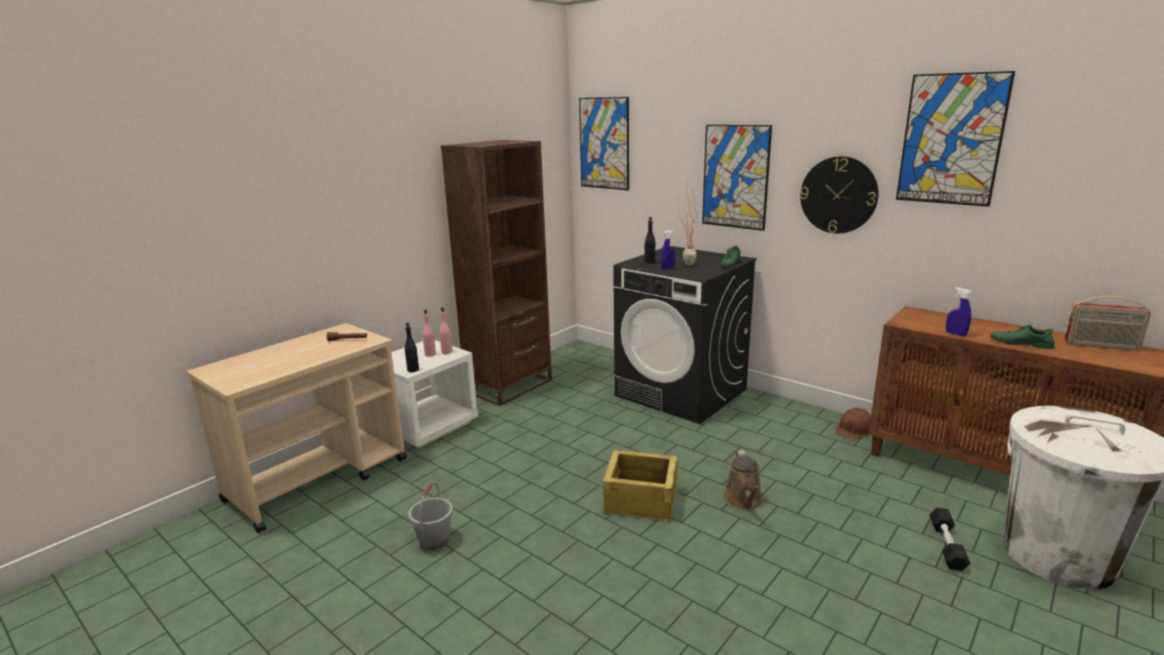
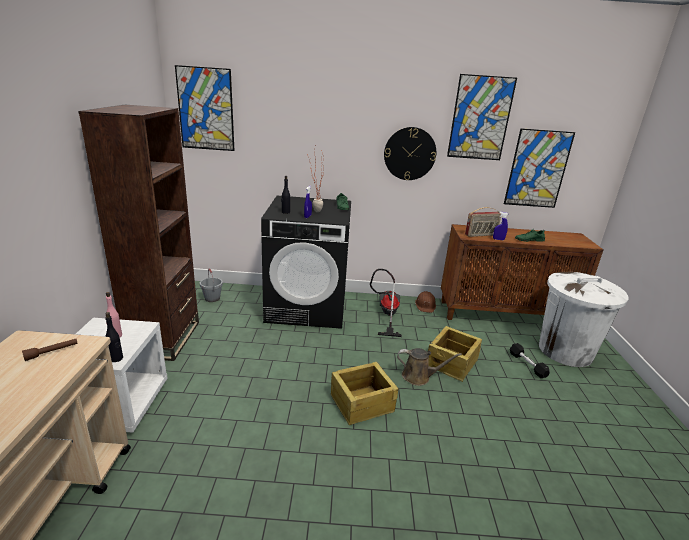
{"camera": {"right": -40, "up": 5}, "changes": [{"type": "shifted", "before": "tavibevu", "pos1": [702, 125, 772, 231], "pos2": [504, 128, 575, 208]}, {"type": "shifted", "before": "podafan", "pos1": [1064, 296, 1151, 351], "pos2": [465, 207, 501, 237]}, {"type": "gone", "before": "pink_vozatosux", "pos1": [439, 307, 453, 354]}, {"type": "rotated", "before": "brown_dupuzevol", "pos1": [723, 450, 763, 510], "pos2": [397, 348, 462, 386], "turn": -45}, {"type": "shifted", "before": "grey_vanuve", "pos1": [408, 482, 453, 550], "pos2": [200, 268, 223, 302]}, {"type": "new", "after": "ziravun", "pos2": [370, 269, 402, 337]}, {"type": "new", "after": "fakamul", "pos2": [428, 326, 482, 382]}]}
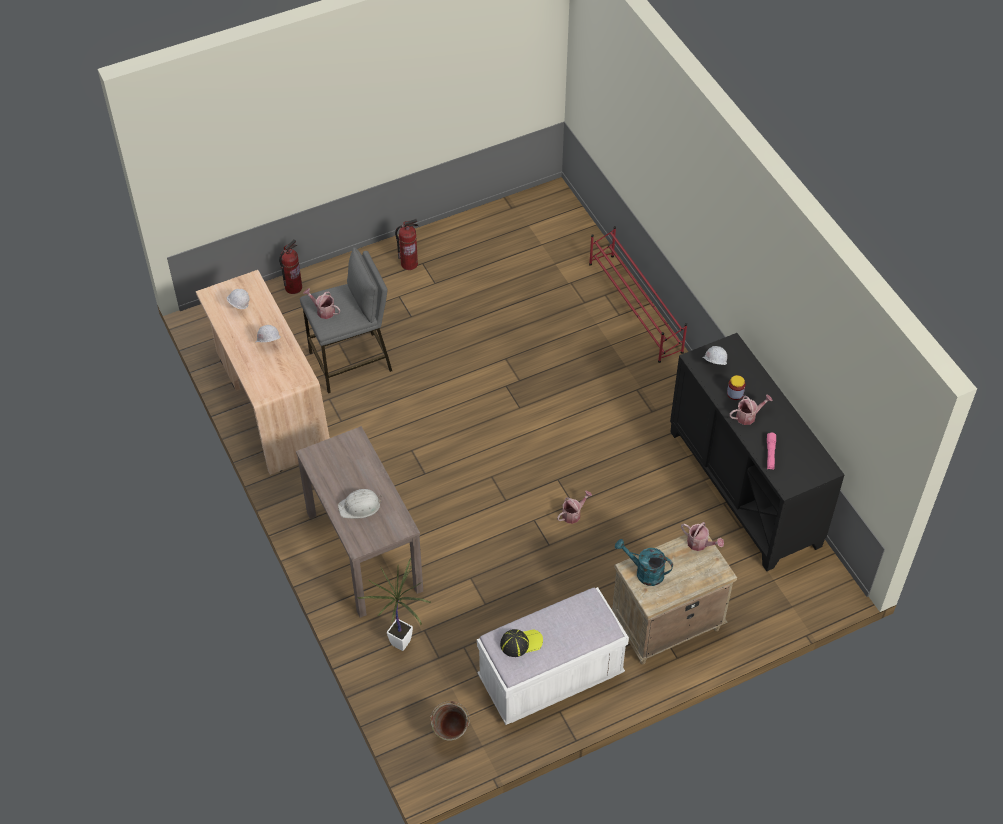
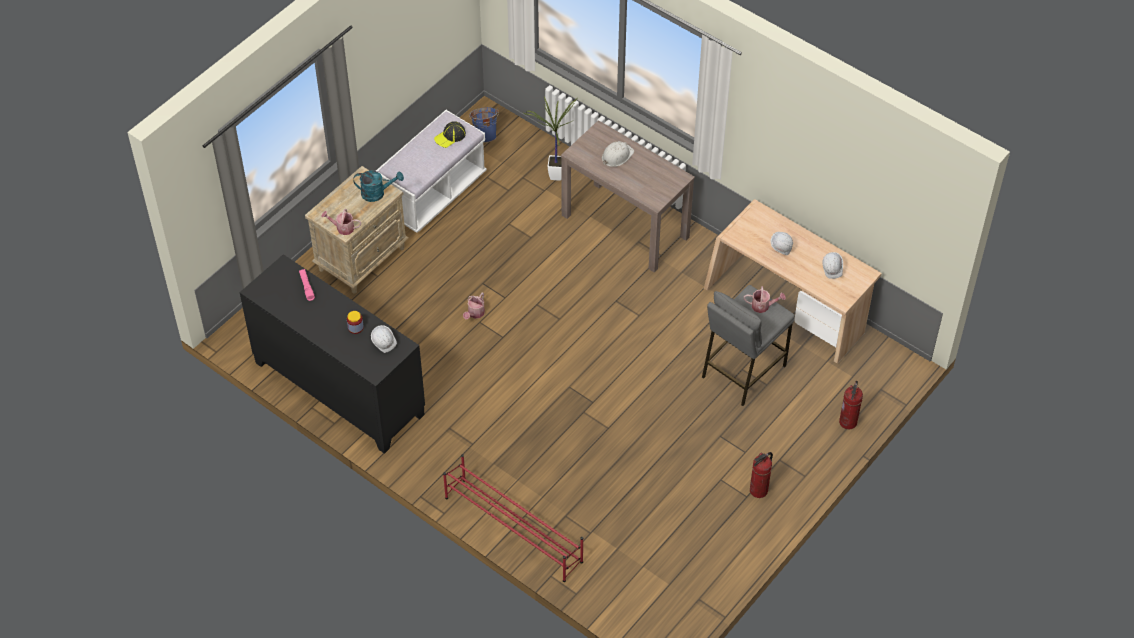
{"camera": {"right": 155, "up": 0}, "changes": [{"type": "gone", "before": "dupuzevol", "pos1": [729, 394, 773, 425]}, {"type": "repainted", "before": "green_vanuve", "after": "blue_vanuve", "pos1": [430, 701, 470, 741], "pos2": [469, 107, 499, 143]}]}
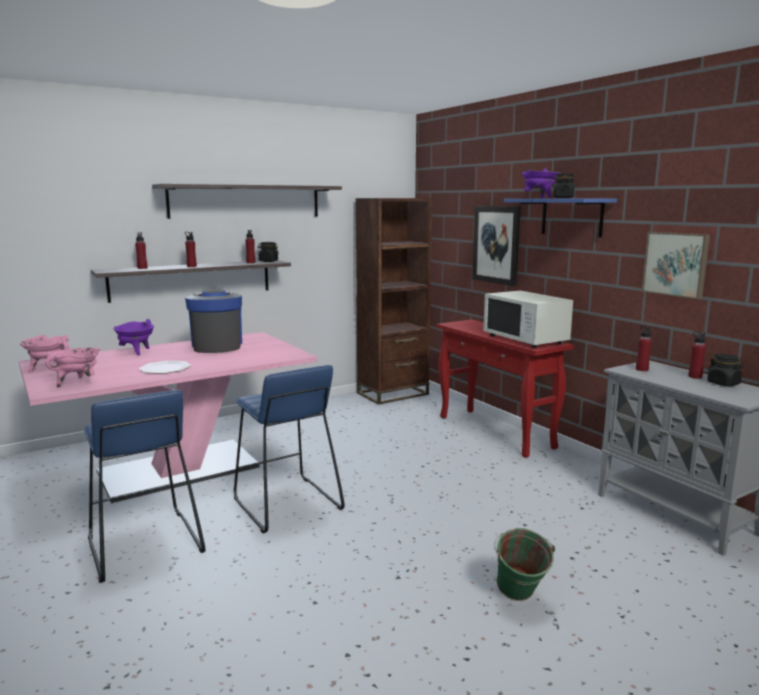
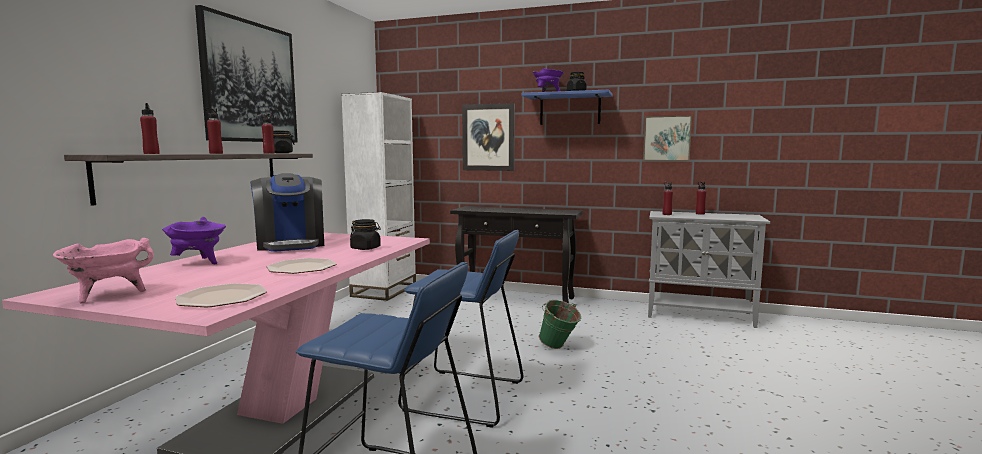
{"camera": {"right": -40, "up": -5}, "changes": [{"type": "swapped", "before": "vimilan", "after": "tavibevu", "pos1": [152, 184, 342, 219], "pos2": [195, 5, 298, 143]}, {"type": "repainted", "before": "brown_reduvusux", "after": "white_reduvusux", "pos1": [356, 198, 432, 405], "pos2": [341, 92, 416, 301]}, {"type": "rotated", "before": "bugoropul", "pos1": [185, 288, 242, 353], "pos2": [250, 173, 324, 252], "turn": -150}, {"type": "gone", "before": "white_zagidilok", "pos1": [483, 291, 573, 348]}, {"type": "repainted", "before": "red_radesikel", "after": "black_radesikel", "pos1": [437, 319, 573, 458], "pos2": [450, 206, 583, 303]}, {"type": "swapped", "before": "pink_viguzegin", "after": "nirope", "pos1": [45, 348, 100, 388], "pos2": [175, 283, 267, 307]}, {"type": "shifted", "before": "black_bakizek", "pos1": [707, 354, 744, 386], "pos2": [350, 219, 381, 250]}, {"type": "shifted", "before": "green_vanuve", "pos1": [494, 528, 555, 601], "pos2": [539, 300, 581, 349]}]}
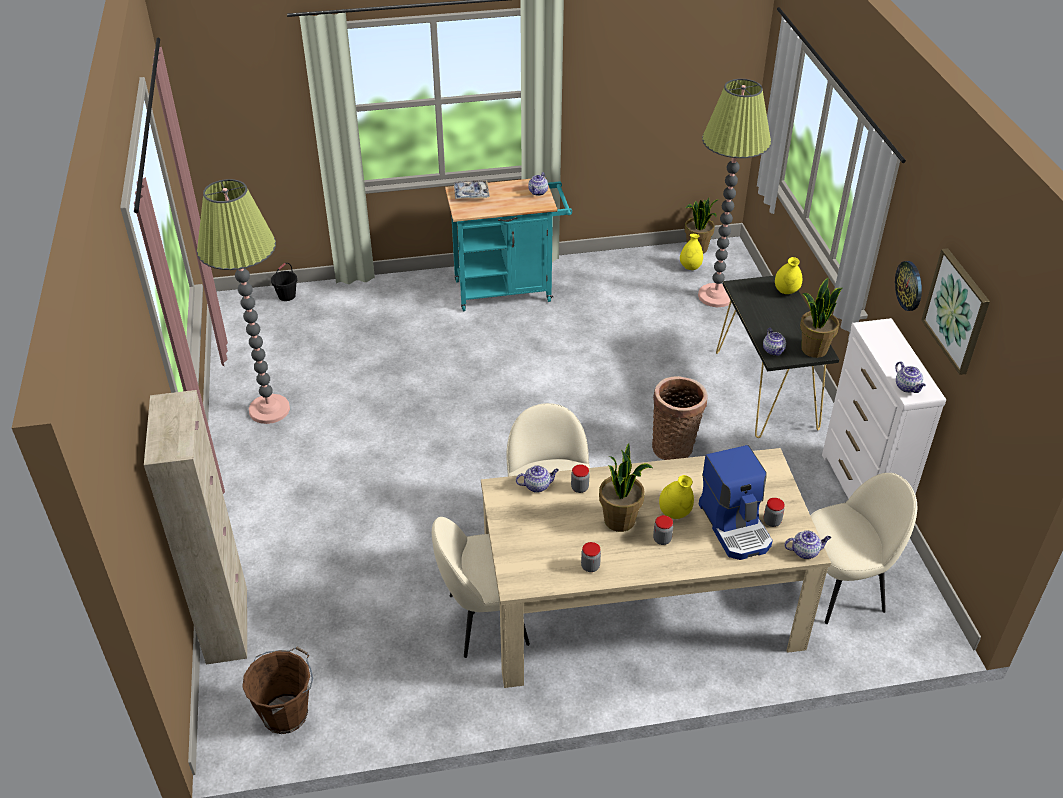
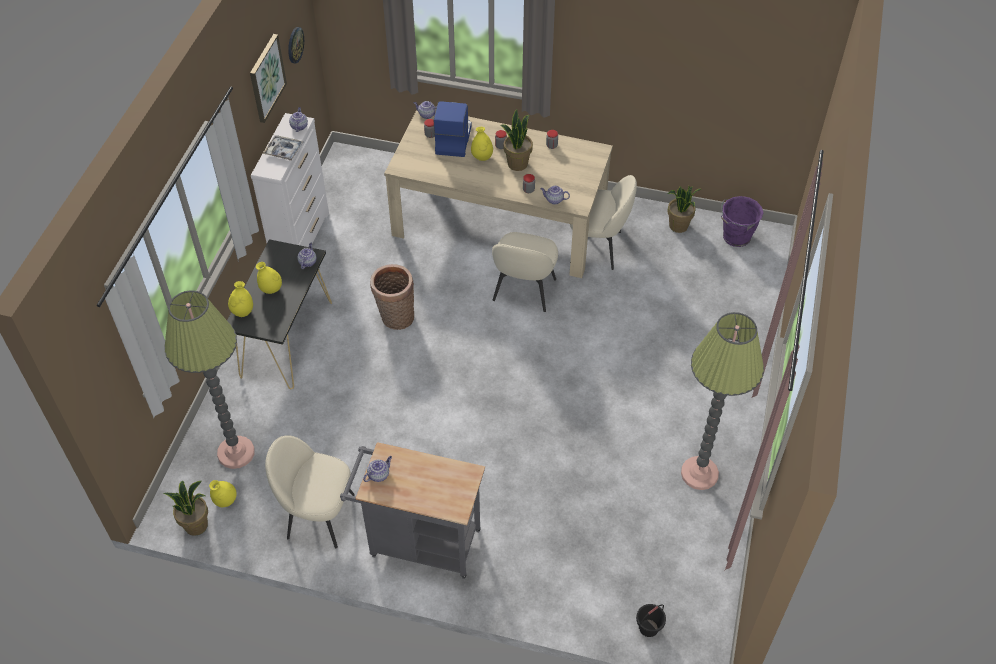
{"camera": {"right": -155, "up": 10}, "changes": [{"type": "repainted", "before": "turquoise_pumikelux", "after": "grey_pumikelux", "pos1": [445, 177, 572, 311], "pos2": [340, 442, 485, 579]}, {"type": "shifted", "before": "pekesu", "pos1": [453, 180, 490, 199], "pos2": [263, 135, 304, 161]}, {"type": "shifted", "before": "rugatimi", "pos1": [895, 261, 922, 311], "pos2": [288, 27, 304, 64]}, {"type": "shifted", "before": "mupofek", "pos1": [800, 277, 842, 358], "pos2": [667, 186, 701, 233]}, {"type": "gone", "before": "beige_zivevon", "pos1": [144, 390, 247, 665]}, {"type": "shifted", "before": "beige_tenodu", "pos1": [810, 473, 917, 624], "pos2": [265, 435, 355, 548]}, {"type": "repainted", "before": "brown_vanuve", "after": "purple_vanuve", "pos1": [242, 647, 313, 734], "pos2": [721, 196, 763, 247]}, {"type": "new", "after": "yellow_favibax", "pos2": [256, 262, 282, 294]}]}
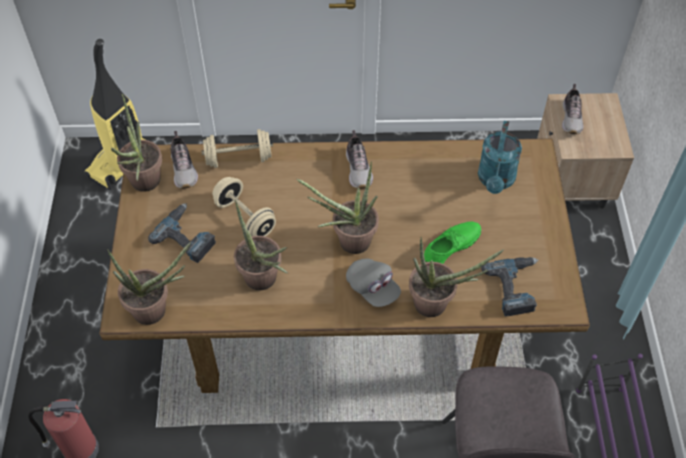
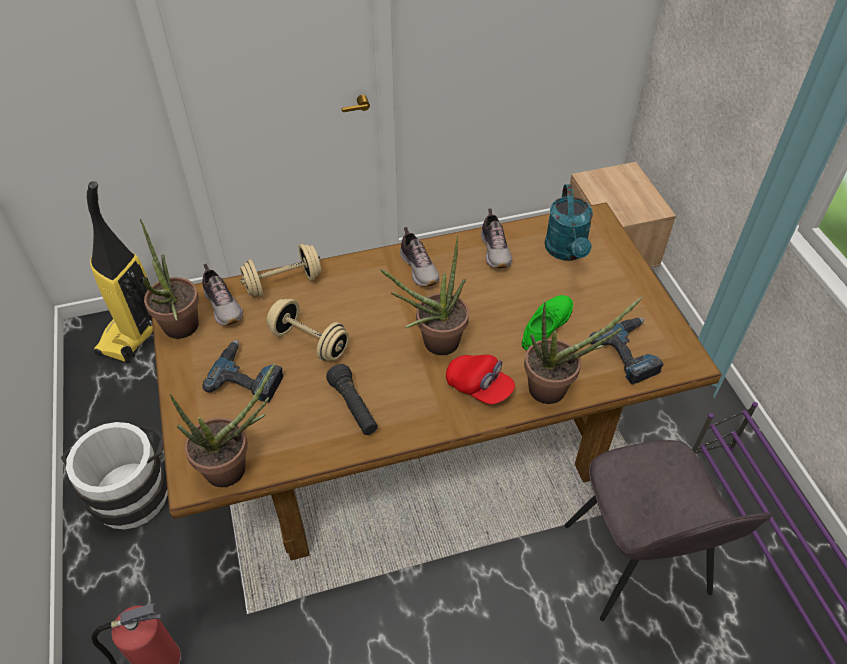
{"camera": {"right": -15, "up": -5}, "changes": [{"type": "shifted", "before": "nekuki", "pos1": [562, 84, 584, 134], "pos2": [481, 208, 512, 268]}, {"type": "swapped", "before": "mupofek", "after": "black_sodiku", "pos1": [234, 200, 288, 291], "pos2": [326, 364, 378, 435]}, {"type": "repainted", "before": "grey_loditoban", "after": "red_loditoban", "pos1": [346, 259, 401, 307], "pos2": [446, 355, 515, 404]}, {"type": "new", "after": "white_vanuve", "pos2": [61, 422, 168, 530]}]}
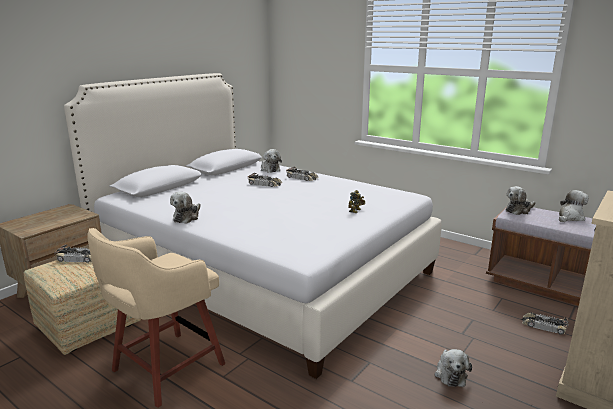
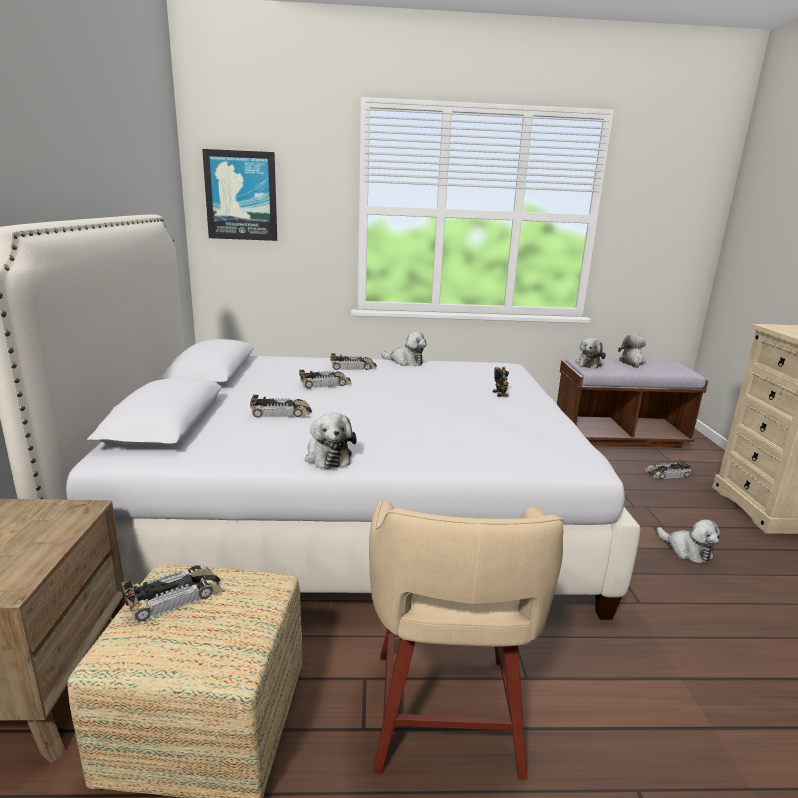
{"camera": {"right": -40, "up": 0}, "changes": [{"type": "shifted", "before": "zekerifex", "pos1": [261, 149, 282, 172], "pos2": [381, 331, 427, 366]}, {"type": "new", "after": "tavibevu", "pos2": [202, 149, 277, 241]}, {"type": "new", "after": "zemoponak", "pos2": [250, 395, 312, 418]}]}
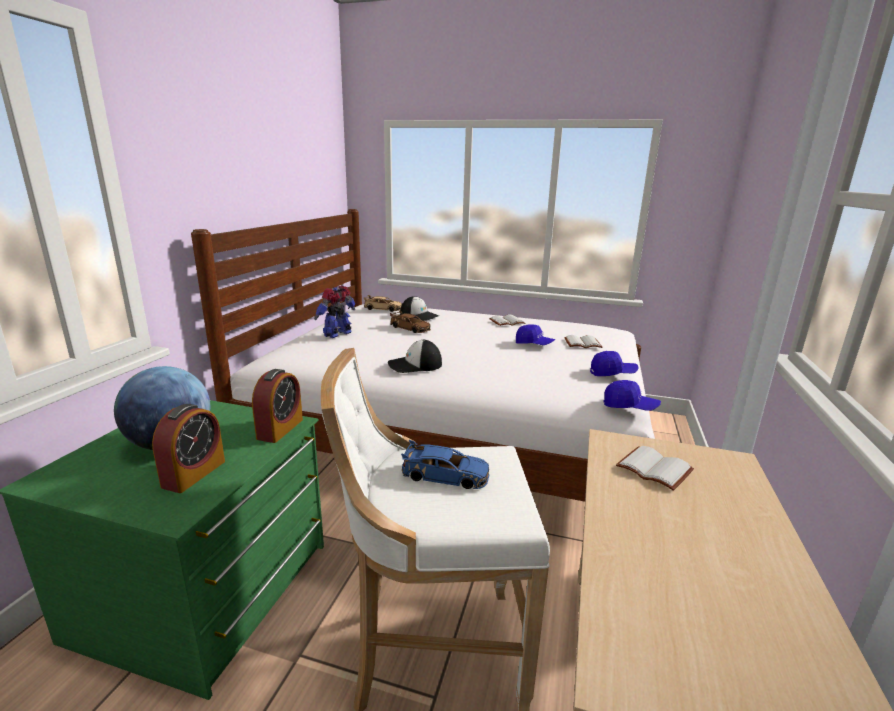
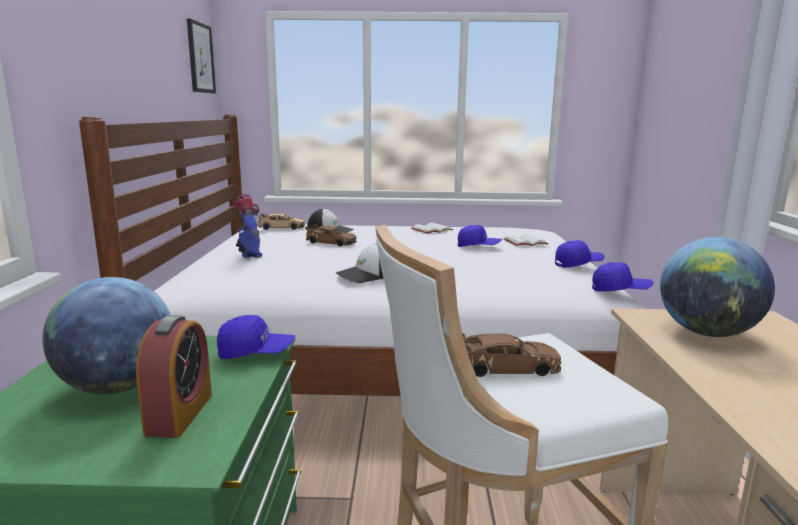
{"camera": {"right": -15, "up": -5}, "changes": [{"type": "rotated", "before": "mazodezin", "pos1": [314, 286, 355, 338], "pos2": [234, 194, 262, 258], "turn": 135}, {"type": "swapped", "before": "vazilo", "after": "blue_loditoban", "pos1": [252, 369, 303, 443], "pos2": [217, 315, 296, 359]}, {"type": "repainted", "before": "blue_zemoponak", "after": "brown_zemoponak", "pos1": [401, 440, 490, 489], "pos2": [462, 333, 561, 377]}, {"type": "swapped", "before": "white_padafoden", "after": "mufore", "pos1": [616, 446, 694, 491], "pos2": [660, 237, 775, 337]}, {"type": "new", "after": "tavibevu", "pos2": [187, 18, 216, 94]}]}
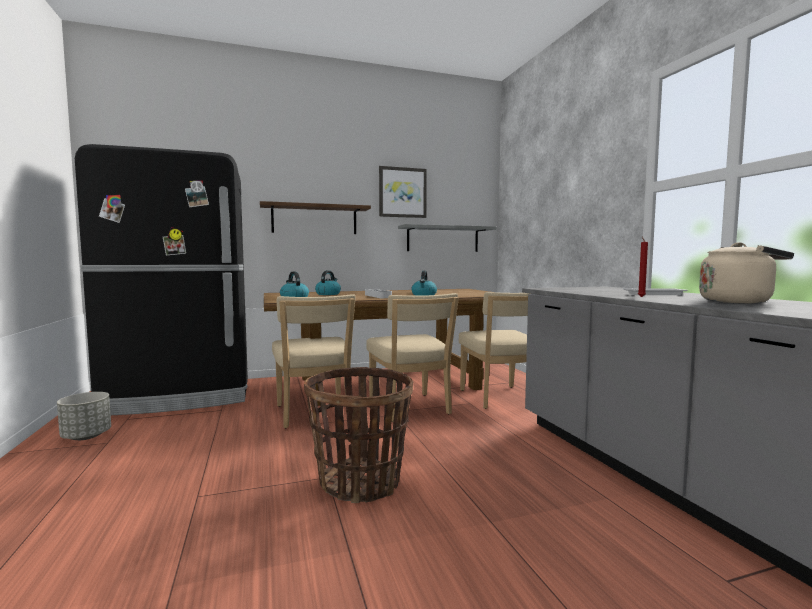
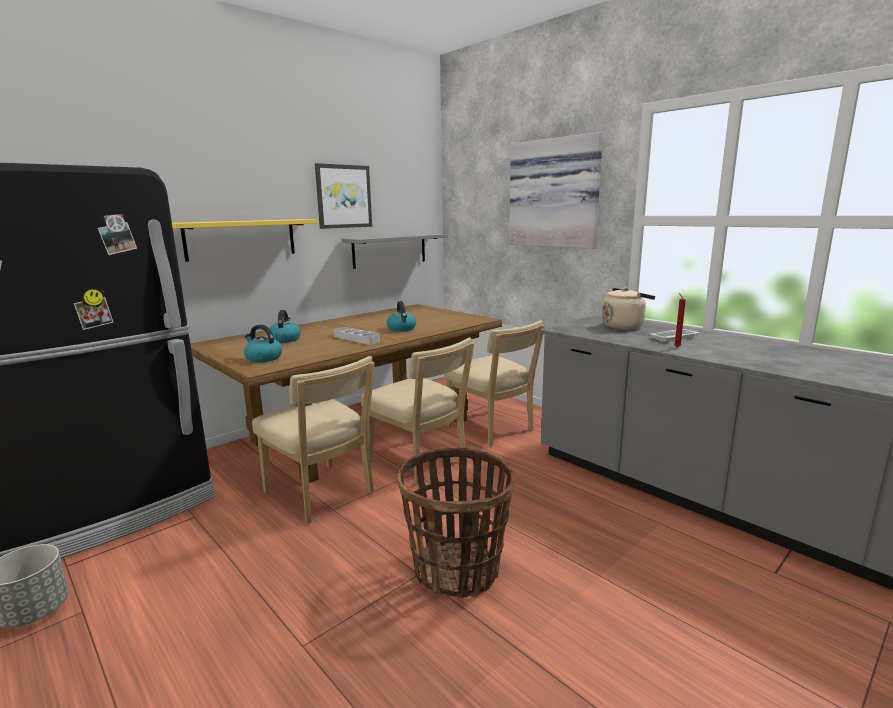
{"camera": {"right": -25, "up": 10}, "changes": [{"type": "repainted", "before": "brown_vimilan", "after": "yellow_vimilan", "pos1": [260, 201, 371, 234], "pos2": [172, 219, 318, 262]}, {"type": "shifted", "before": "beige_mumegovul", "pos1": [699, 242, 794, 304], "pos2": [602, 288, 655, 330]}, {"type": "new", "after": "tavibevu", "pos2": [509, 132, 603, 249]}]}
